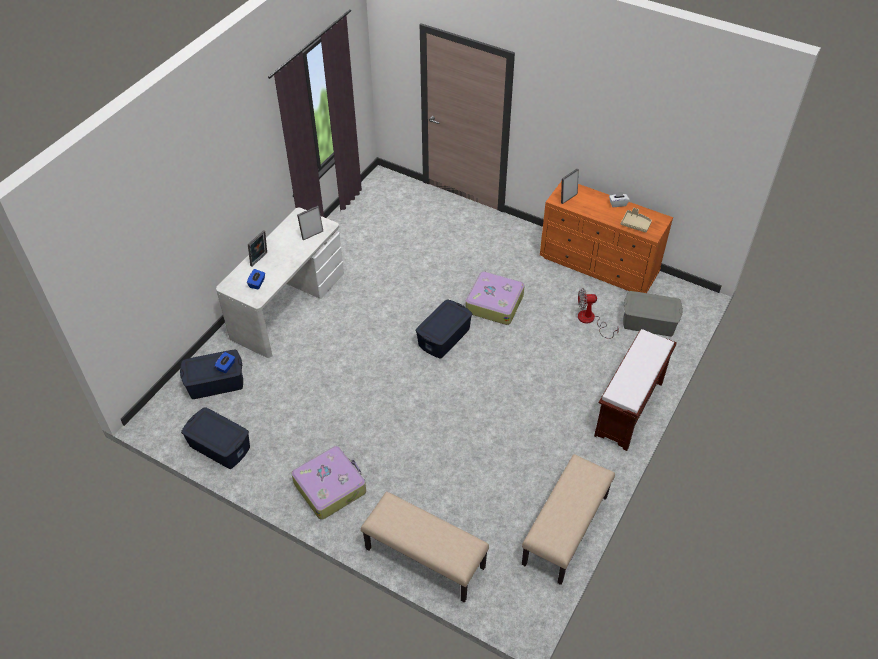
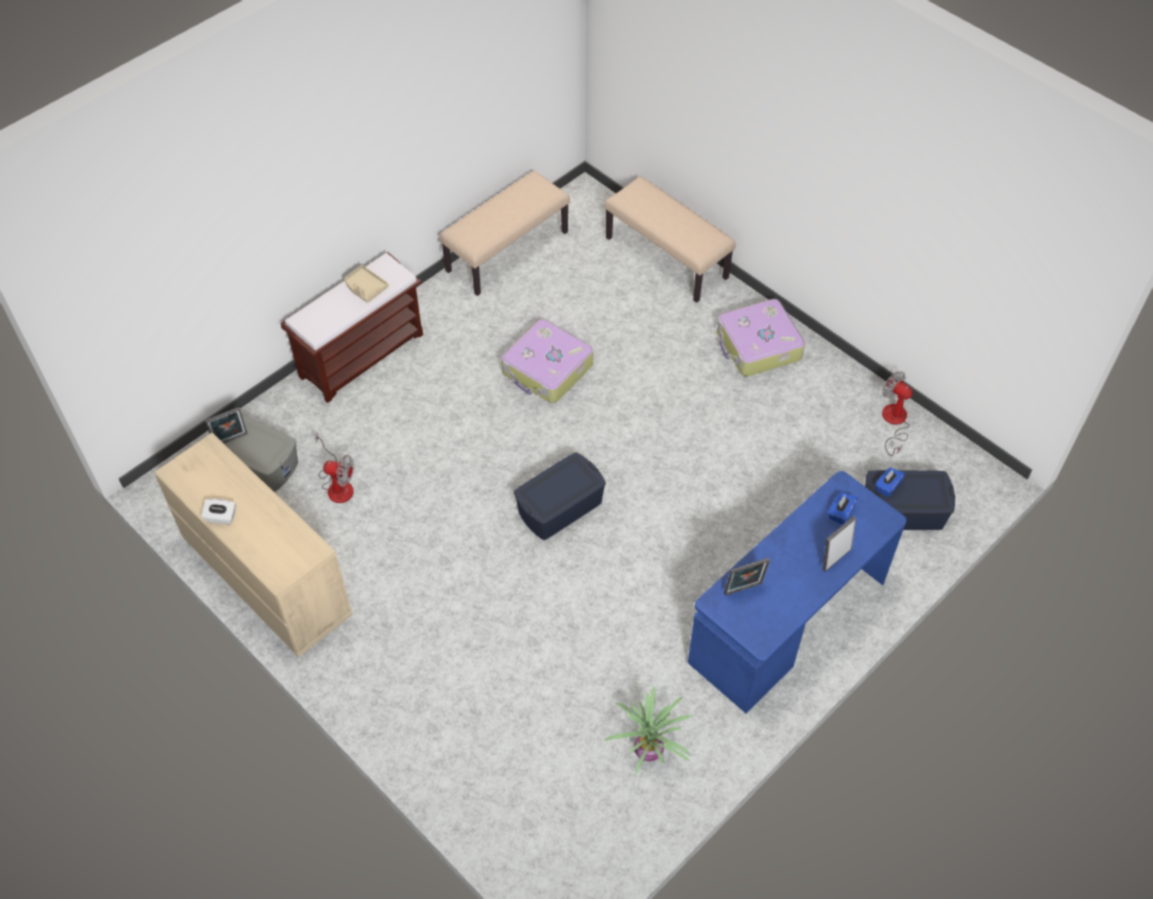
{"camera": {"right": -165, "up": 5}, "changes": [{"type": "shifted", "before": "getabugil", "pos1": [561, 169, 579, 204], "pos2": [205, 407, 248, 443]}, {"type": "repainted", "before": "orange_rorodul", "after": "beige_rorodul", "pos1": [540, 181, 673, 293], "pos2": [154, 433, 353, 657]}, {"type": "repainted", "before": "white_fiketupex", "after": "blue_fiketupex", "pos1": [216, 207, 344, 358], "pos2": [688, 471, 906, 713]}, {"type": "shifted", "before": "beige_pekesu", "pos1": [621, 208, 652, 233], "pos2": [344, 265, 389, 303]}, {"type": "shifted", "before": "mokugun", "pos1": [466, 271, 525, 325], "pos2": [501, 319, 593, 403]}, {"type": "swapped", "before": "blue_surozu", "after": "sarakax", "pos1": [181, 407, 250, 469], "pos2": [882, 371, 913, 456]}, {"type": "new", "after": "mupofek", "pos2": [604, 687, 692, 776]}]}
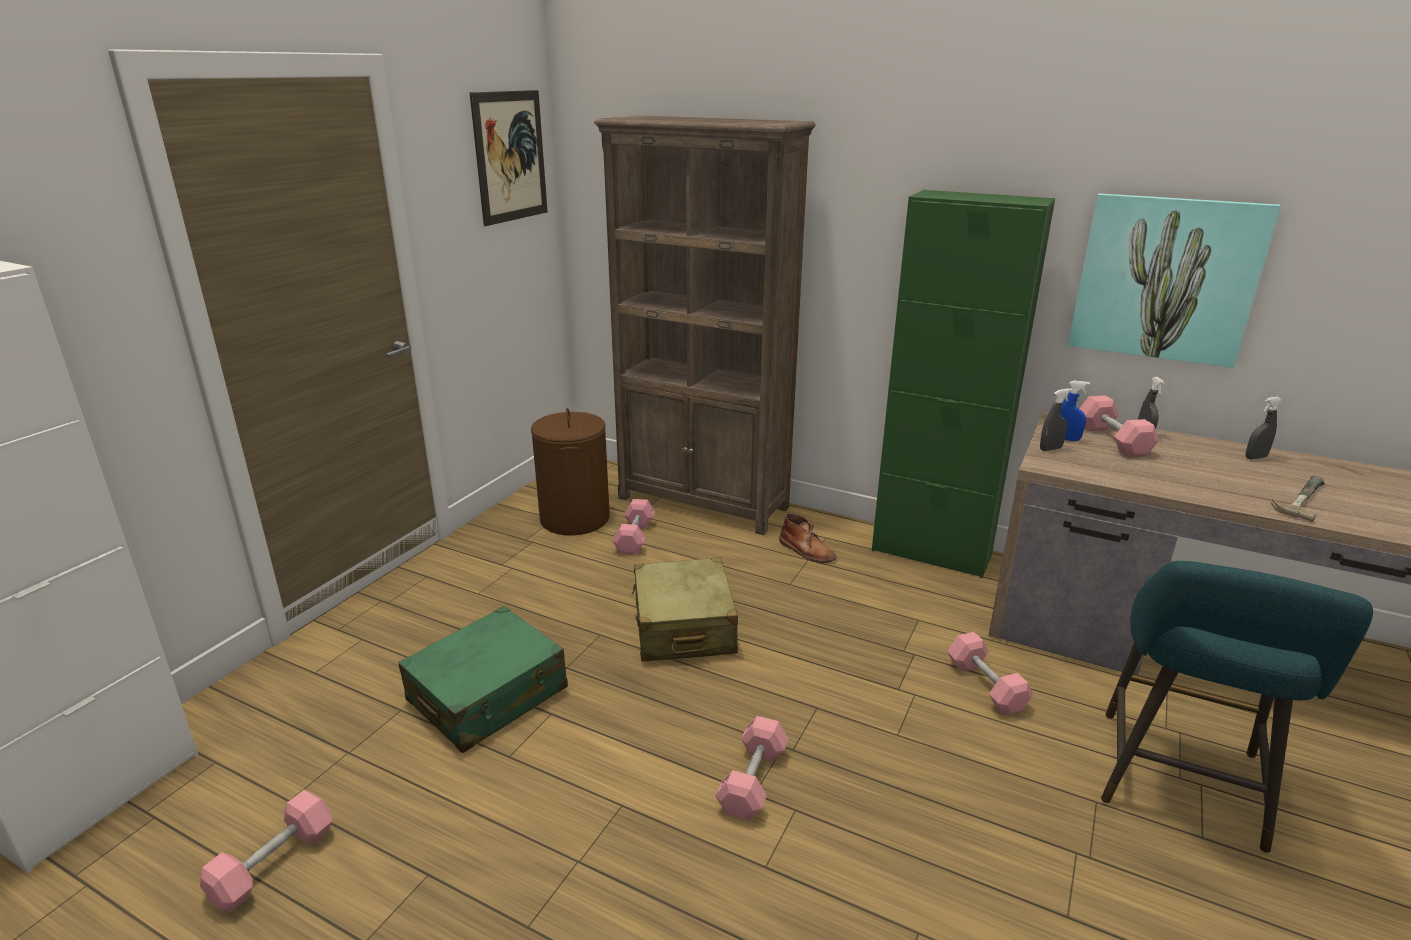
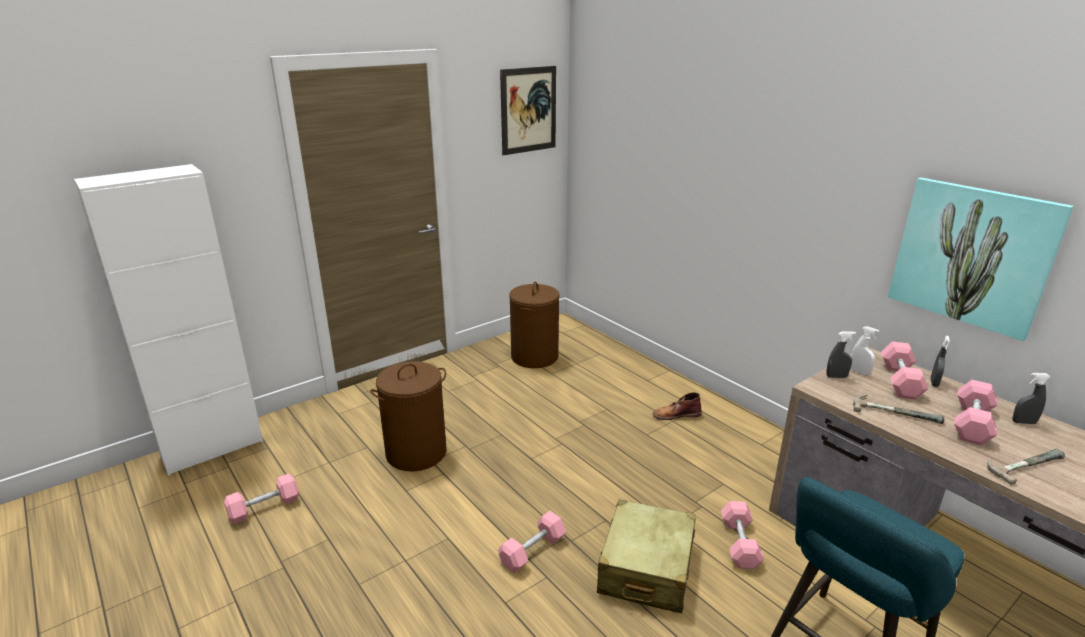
{"camera": {"right": 25, "up": 0}, "changes": [{"type": "gone", "before": "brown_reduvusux", "pos1": [594, 115, 816, 535]}, {"type": "gone", "before": "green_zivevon", "pos1": [872, 190, 1055, 578]}, {"type": "repainted", "before": "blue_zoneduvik", "after": "white_zoneduvik", "pos1": [1060, 380, 1090, 441], "pos2": [850, 326, 879, 375]}, {"type": "shifted", "before": "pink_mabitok", "pos1": [612, 499, 655, 554], "pos2": [954, 380, 997, 446]}, {"type": "rotated", "before": "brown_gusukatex", "pos1": [779, 513, 837, 563], "pos2": [653, 392, 702, 420], "turn": 105}, {"type": "shifted", "before": "beige_mokugun", "pos1": [631, 557, 738, 662], "pos2": [597, 499, 696, 613]}, {"type": "swapped", "before": "green_mokugun", "after": "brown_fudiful", "pos1": [398, 606, 568, 753], "pos2": [370, 361, 447, 472]}, {"type": "new", "after": "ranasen", "pos2": [853, 395, 944, 424]}]}
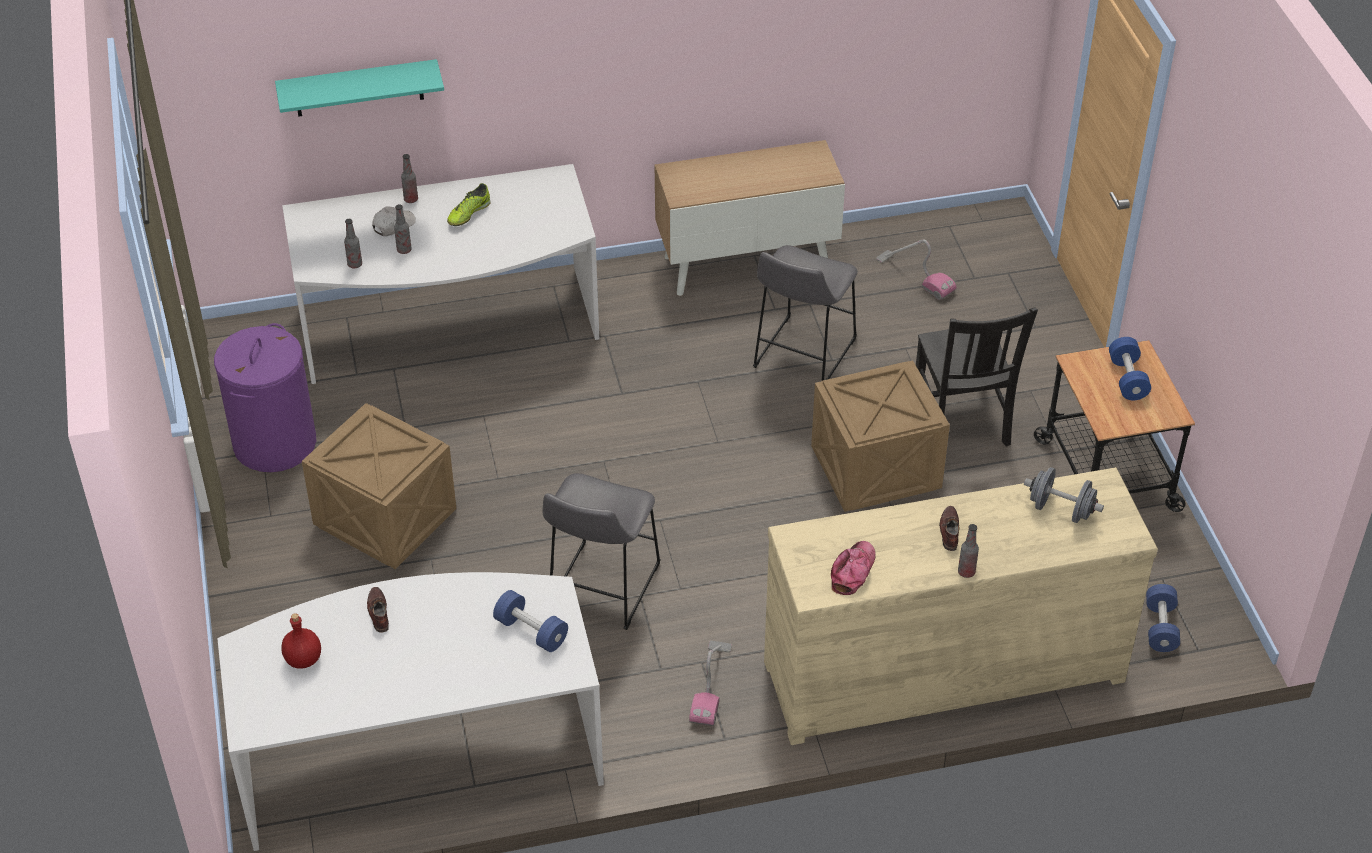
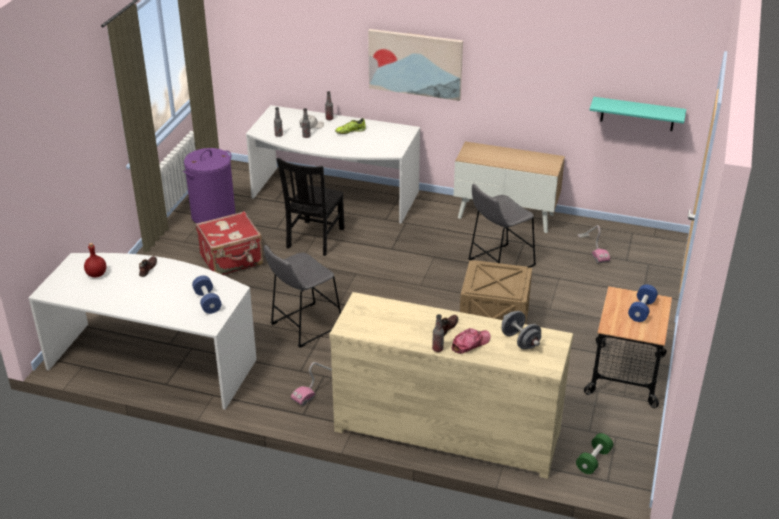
{"camera": {"right": 30, "up": -10}, "changes": [{"type": "shifted", "before": "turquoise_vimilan", "pos1": [275, 59, 444, 117], "pos2": [589, 97, 686, 131]}, {"type": "shifted", "before": "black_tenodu", "pos1": [916, 307, 1038, 447], "pos2": [276, 158, 345, 256]}, {"type": "swapped", "before": "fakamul", "after": "red_mokugun", "pos1": [302, 403, 457, 569], "pos2": [196, 211, 263, 275]}, {"type": "shifted", "before": "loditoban", "pos1": [831, 541, 876, 595], "pos2": [451, 328, 491, 354]}, {"type": "repainted", "before": "blue_mabitok", "after": "green_mabitok", "pos1": [1146, 584, 1180, 652], "pos2": [576, 433, 613, 474]}, {"type": "new", "after": "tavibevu", "pos2": [368, 29, 463, 101]}]}
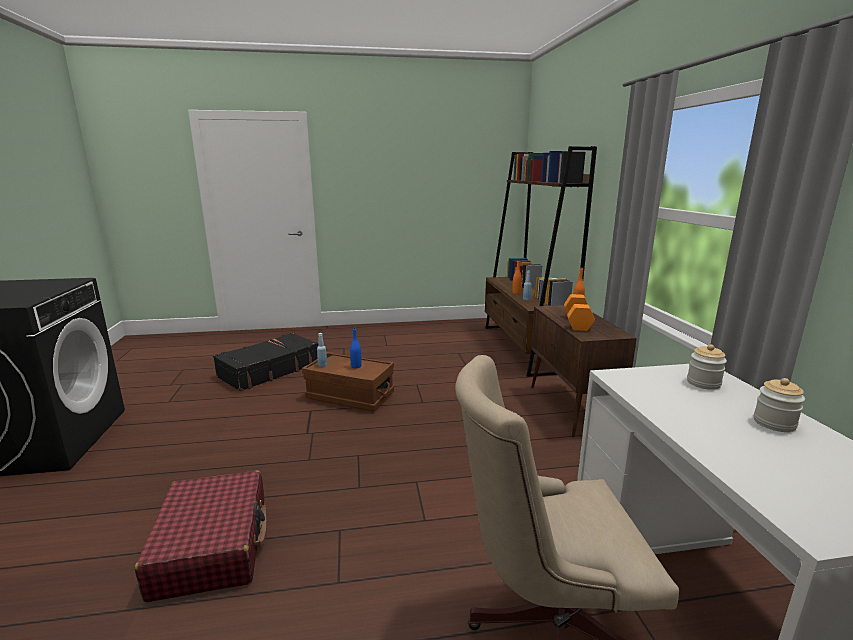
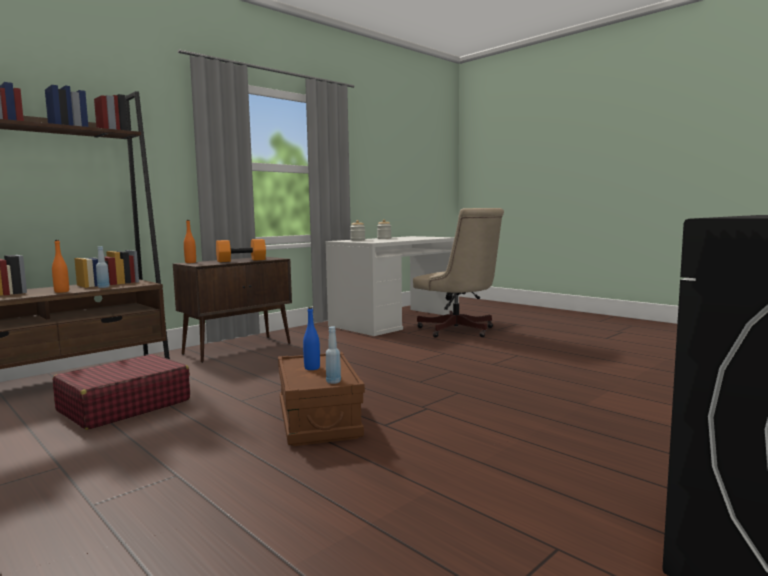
{"camera": {"right": -125, "up": -10}, "changes": [{"type": "gone", "before": "black_mokugun", "pos1": [213, 333, 319, 391]}, {"type": "shifted", "before": "red_mokugun", "pos1": [135, 470, 267, 602], "pos2": [53, 354, 190, 430]}]}
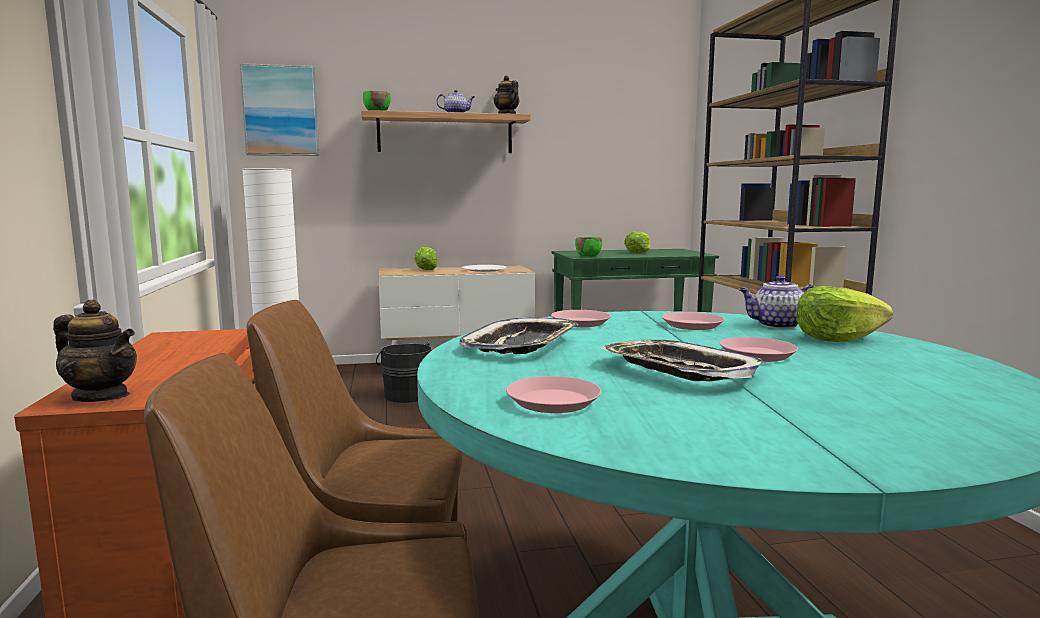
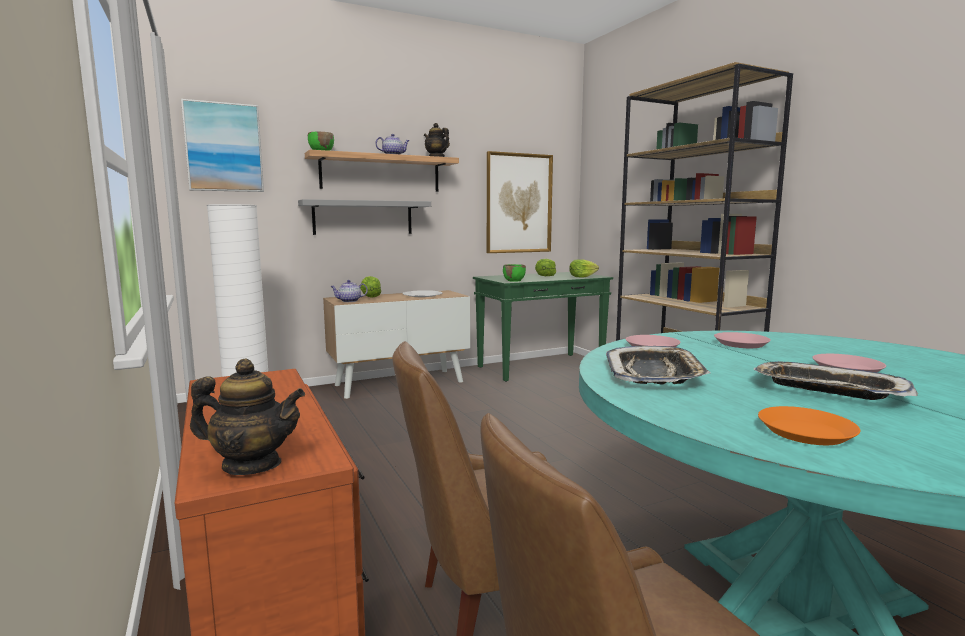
{"camera": {"right": -15, "up": 0}, "changes": [{"type": "shifted", "before": "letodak", "pos1": [739, 275, 815, 329], "pos2": [330, 280, 368, 302]}, {"type": "shifted", "before": "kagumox", "pos1": [797, 286, 893, 342], "pos2": [569, 259, 599, 277]}, {"type": "gone", "before": "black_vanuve", "pos1": [376, 342, 432, 403]}, {"type": "repainted", "before": "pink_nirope", "after": "orange_nirope", "pos1": [506, 376, 601, 413], "pos2": [758, 406, 860, 445]}, {"type": "new", "after": "tavibevu", "pos2": [487, 151, 553, 253]}, {"type": "new", "after": "grey_vimilan", "pos2": [298, 199, 431, 235]}]}
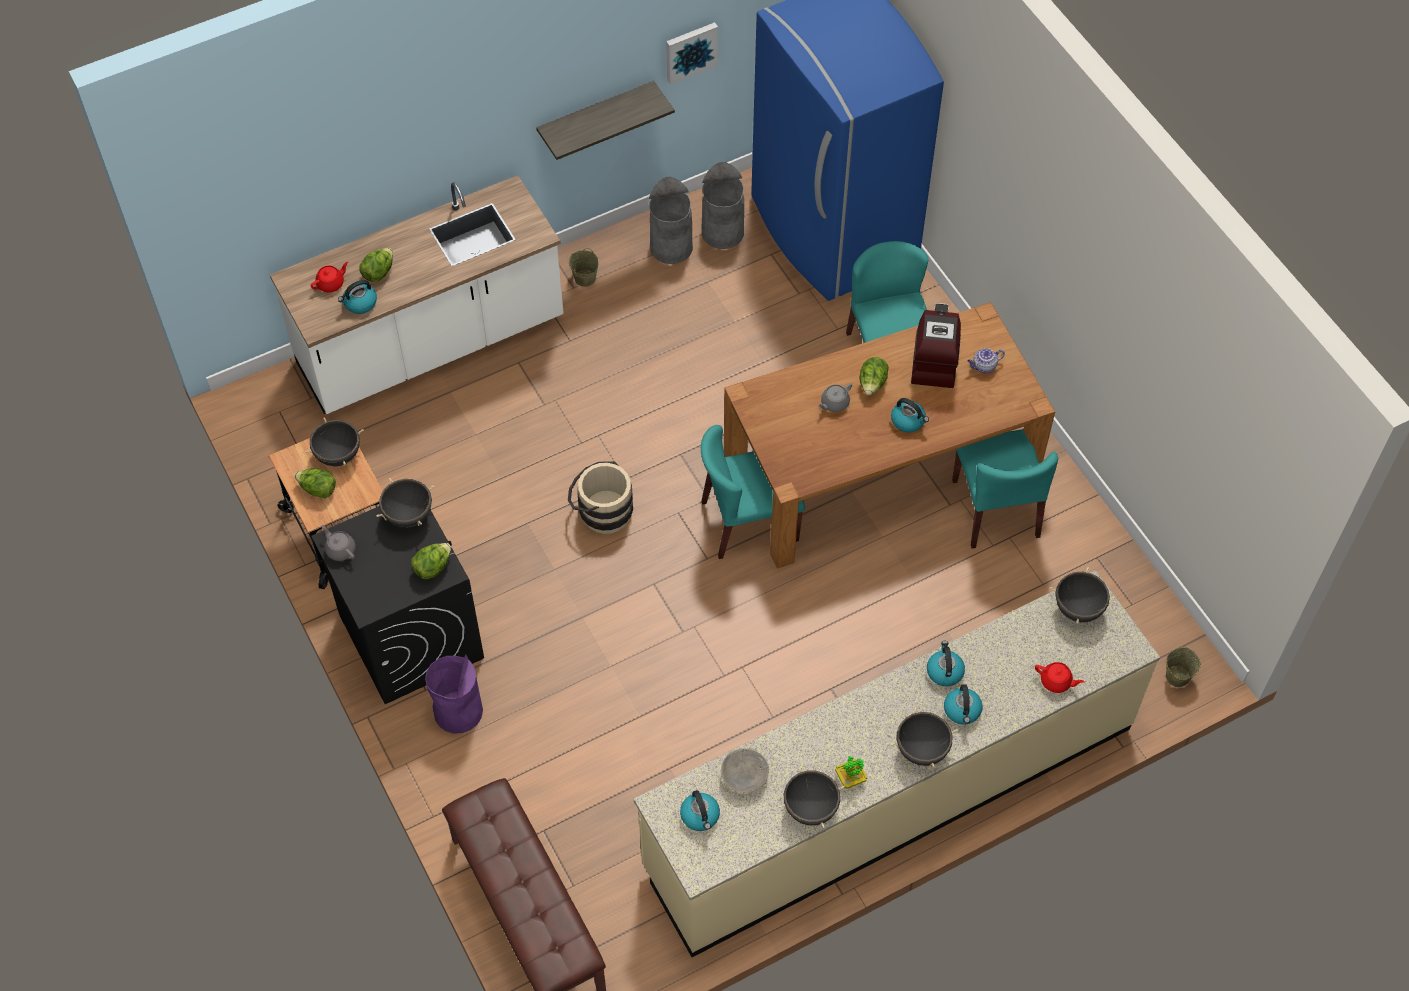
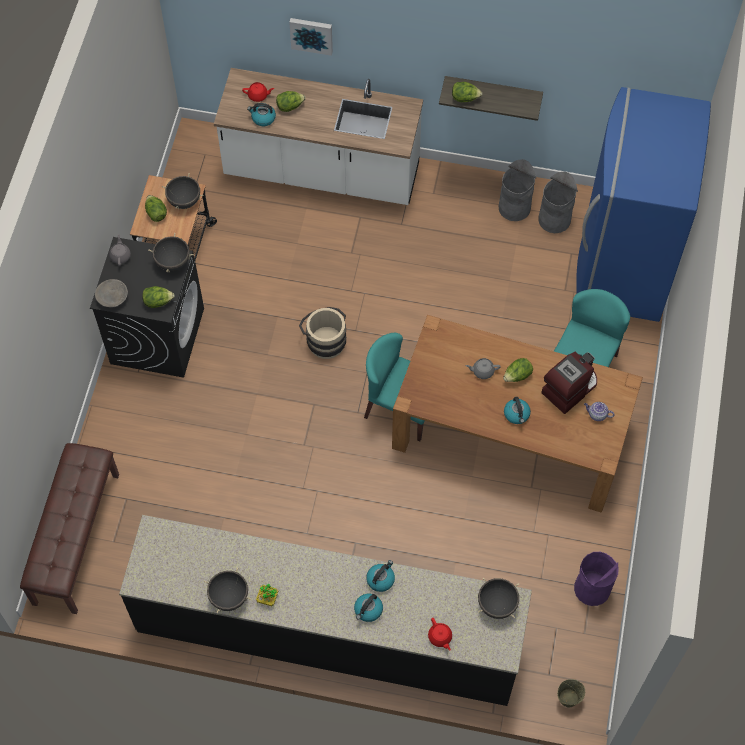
{"camera": {"right": 40, "up": 5}, "changes": [{"type": "shifted", "before": "tavibevu", "pos1": [666, 22, 718, 84], "pos2": [289, 18, 333, 56]}, {"type": "gone", "before": "beige_vanuve", "pos1": [569, 248, 599, 287]}, {"type": "gone", "before": "turquoise_tenodu", "pos1": [952, 429, 1058, 549]}, {"type": "repainted", "before": "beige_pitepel", "after": "black_pitepel", "pos1": [634, 570, 1160, 957], "pos2": [119, 515, 532, 706]}, {"type": "shifted", "before": "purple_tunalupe", "pos1": [425, 654, 483, 733], "pos2": [574, 552, 619, 606]}, {"type": "gone", "before": "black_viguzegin", "pos1": [891, 707, 958, 768]}, {"type": "shifted", "before": "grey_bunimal", "pos1": [721, 748, 769, 793], "pos2": [95, 279, 128, 307]}, {"type": "gone", "before": "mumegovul", "pos1": [680, 790, 720, 831]}, {"type": "new", "after": "kagumox", "pos2": [452, 82, 482, 102]}]}
